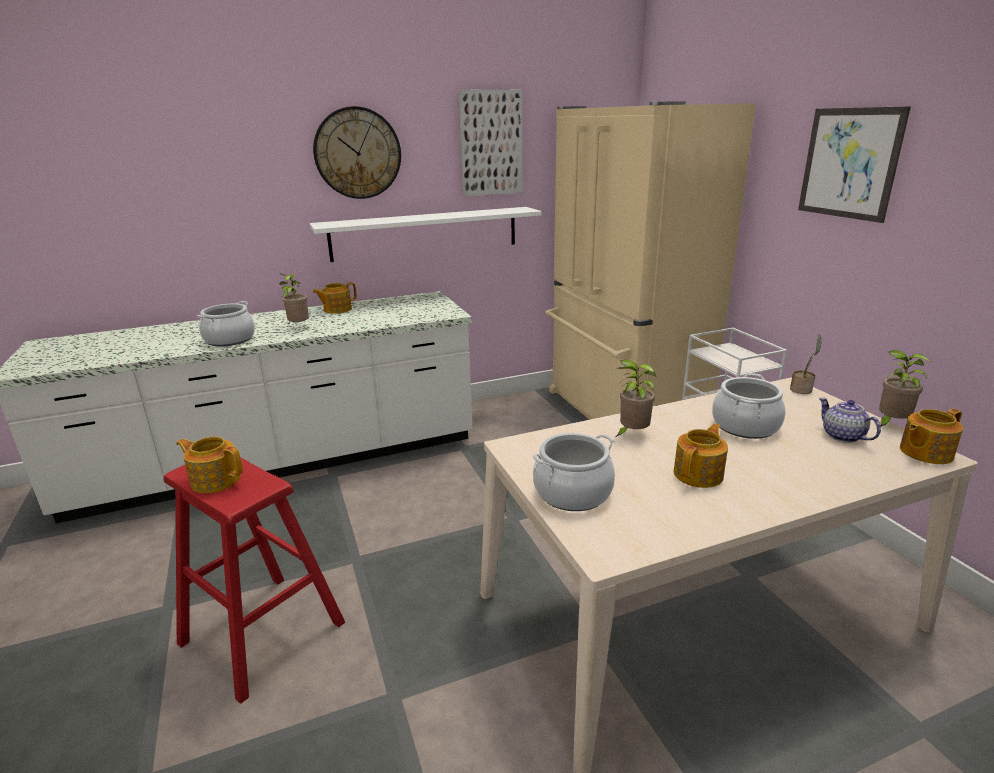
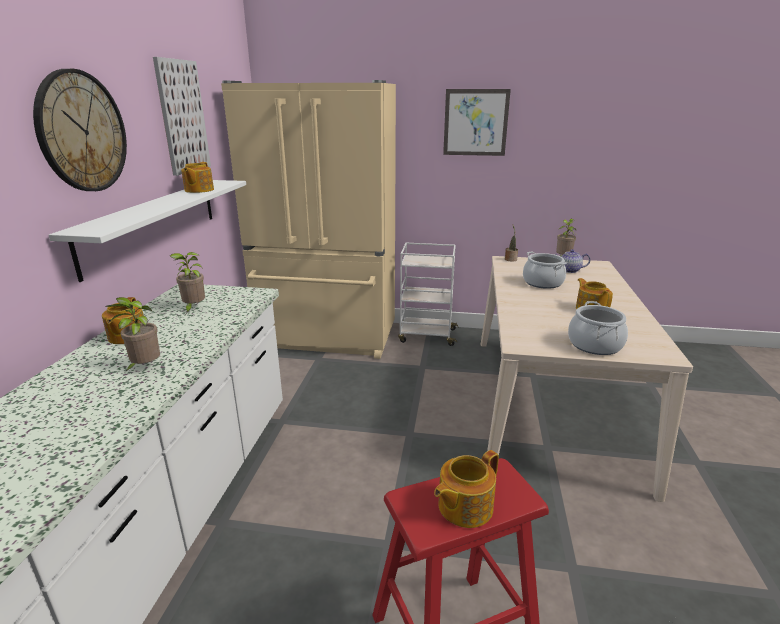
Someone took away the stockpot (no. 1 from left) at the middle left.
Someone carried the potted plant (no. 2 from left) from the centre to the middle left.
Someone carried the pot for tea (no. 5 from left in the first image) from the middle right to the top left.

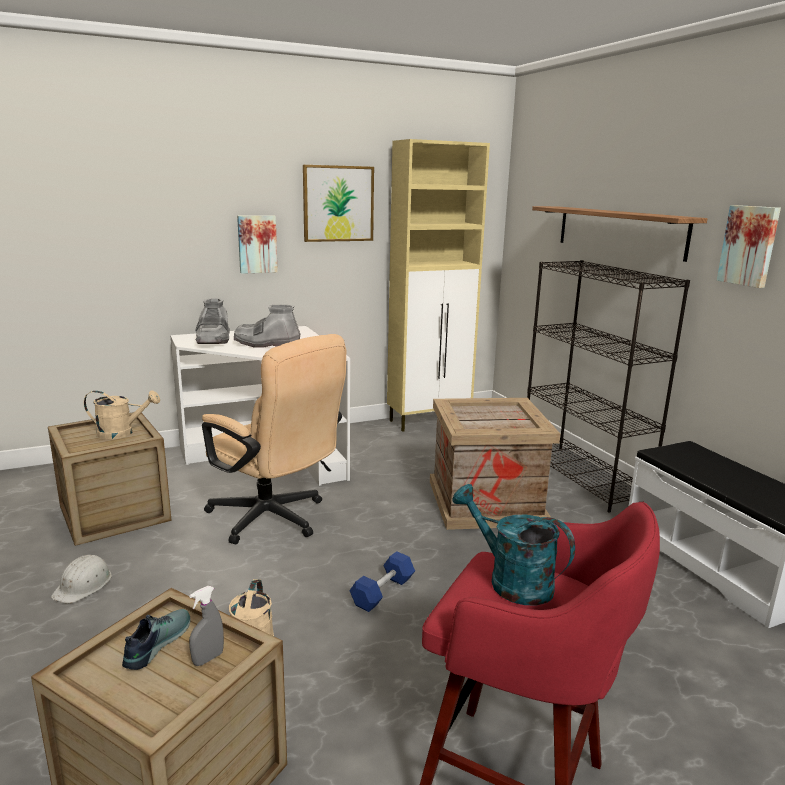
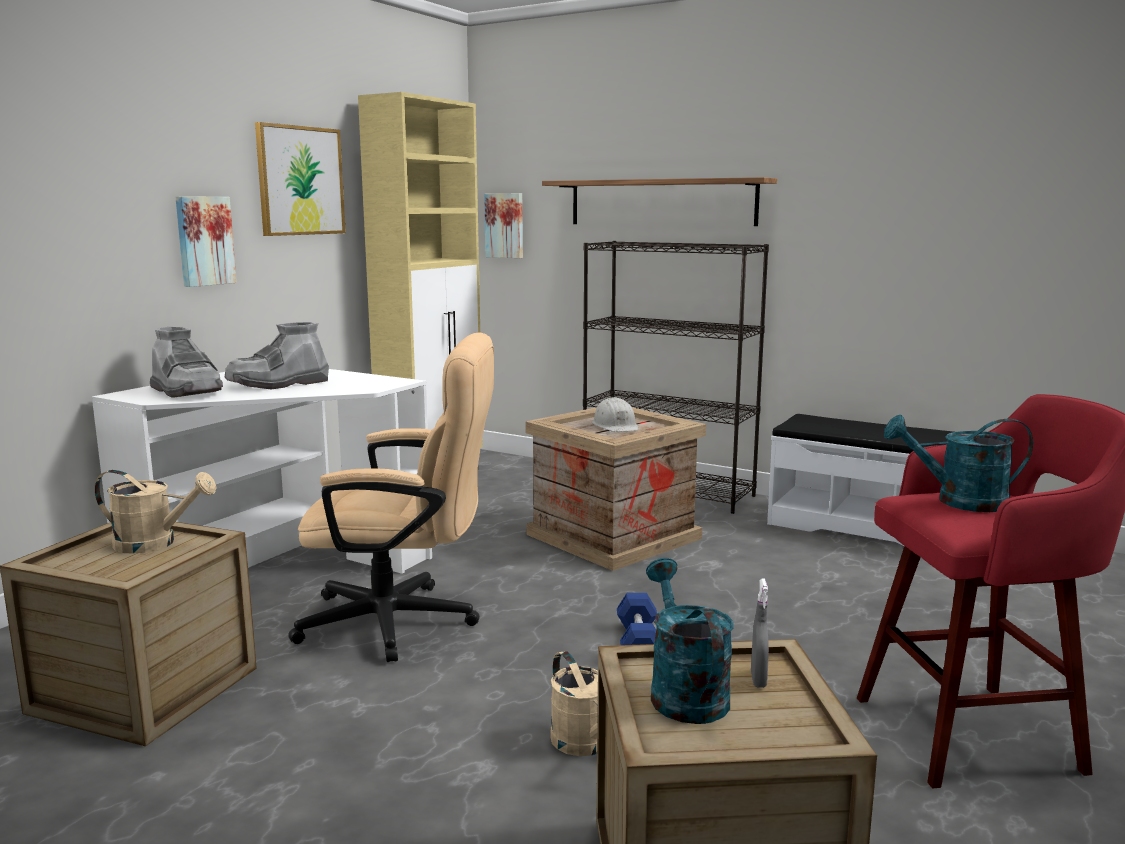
Someone carried the wall art (no. 3 from left) from the top right to the top centre.
Someone rotated the beige-coloured watering can (no. 1 from left) at the middle left by 45 degrees clockwise.
Someone carried the whitish safety helmet from the bottom left to the centre.
Someone swapped the shoe at the bottom left for the turquoise watering can (no. 1 from left) at the bottom centre.

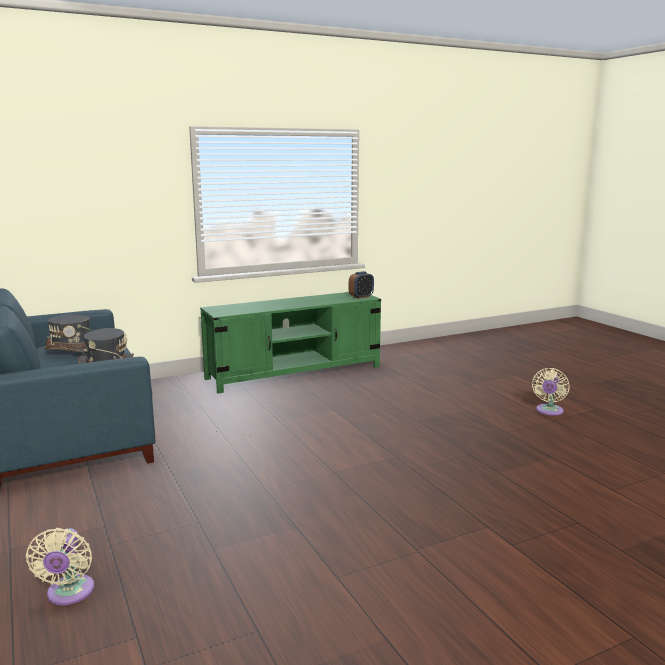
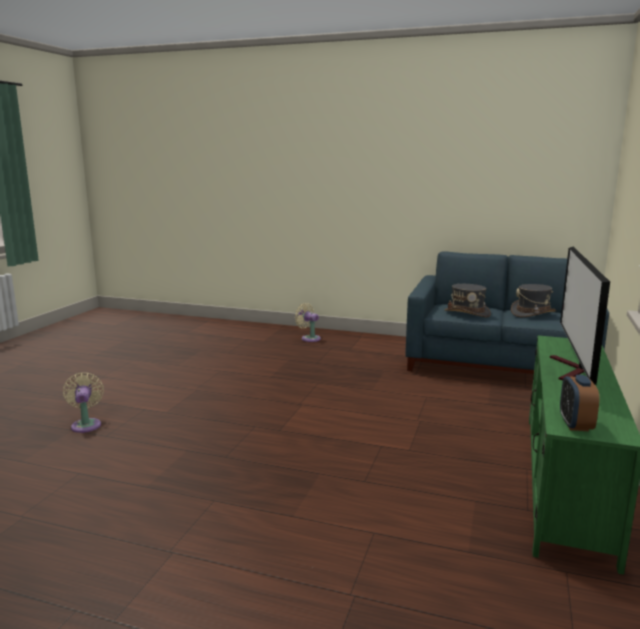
Someone carried the beige-coloured electric fan (no. 2 from left in the first image) from the middle right to the middle left.
Someone put down the television at the middle right.

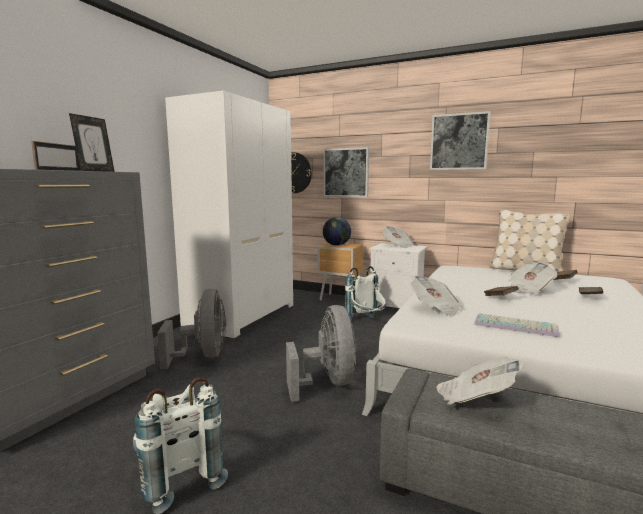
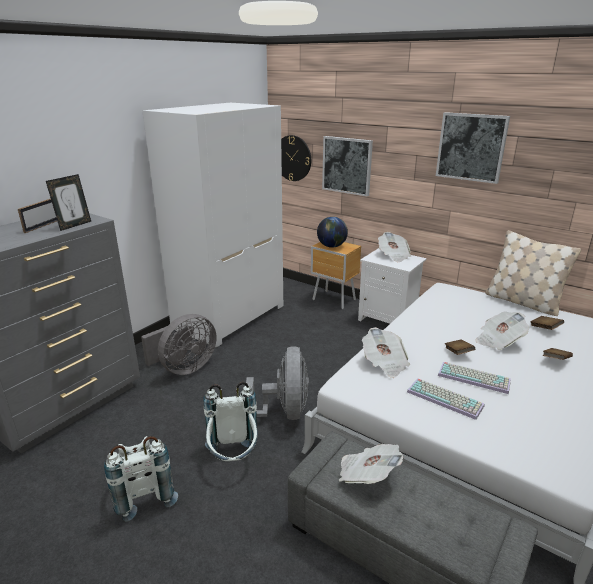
Someone carried the whitish backpack (no. 2 from left) from the centre to the bottom centre.
Someone rotated the greyish electric fan (no. 1 from left) at the middle left by 45 degrees clockwise.
Someone put down the computer keyboard (no. 2 from left) at the middle right.

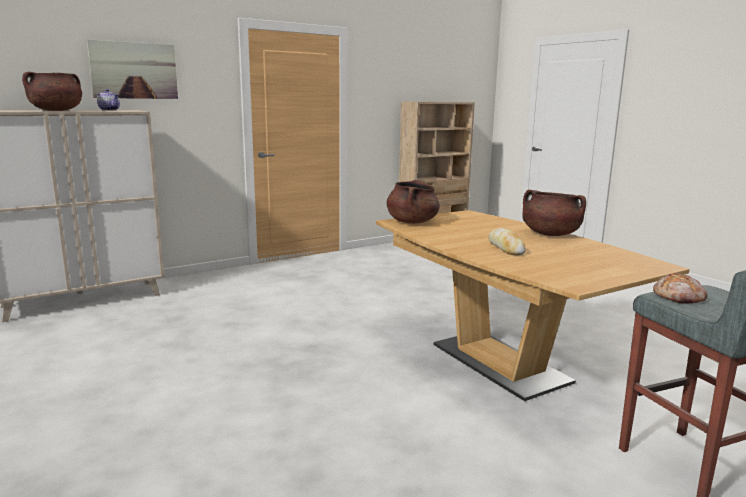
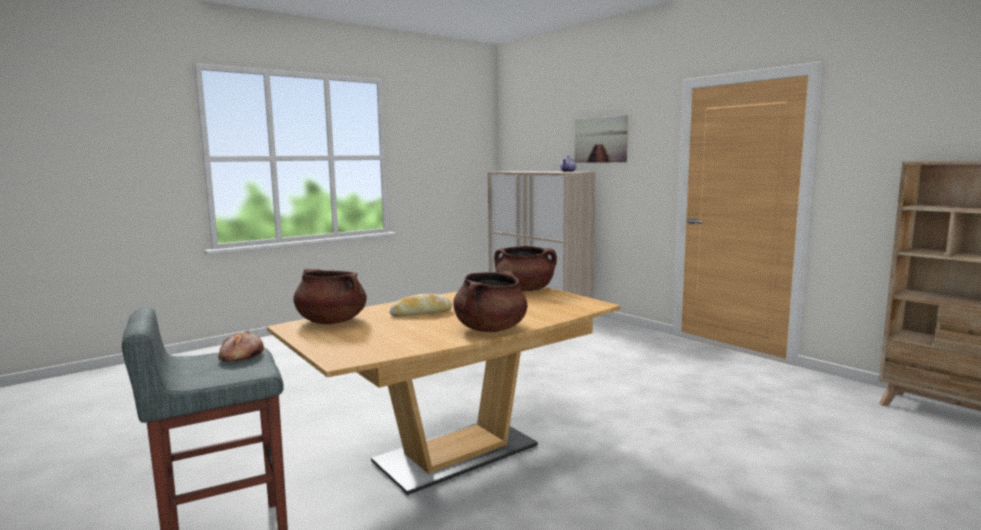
Someone carried the brown-coloured stockpot (no. 1 from left) from the top left to the centre.

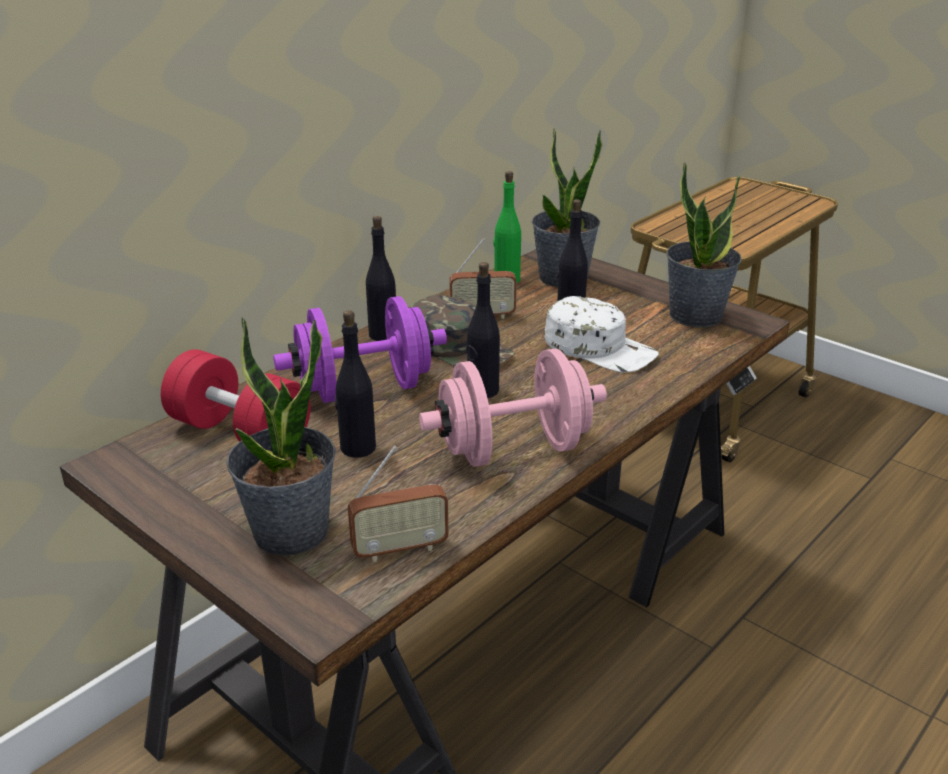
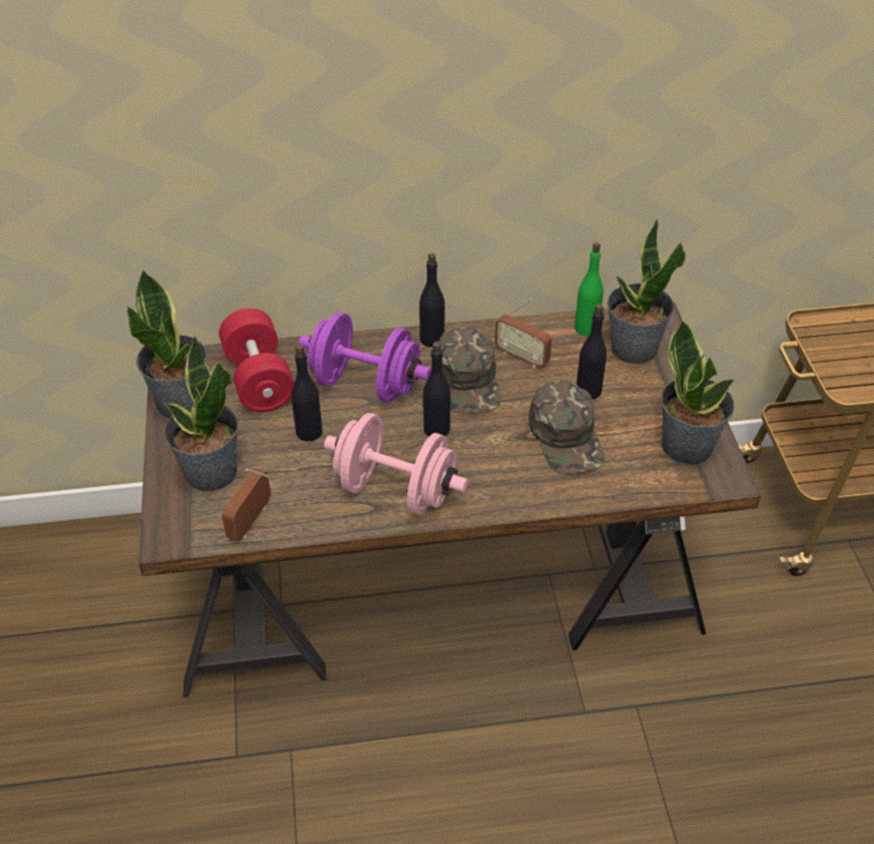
Someone repainted the whitish baseball cap at the centre, which became the green baseball cap (no. 2 from left) at the centre.
Someone rotated the radio set (no. 1 from left) at the centre by 90 degrees clockwise.
Someone put down the potted plant (no. 1 from left) at the middle left.

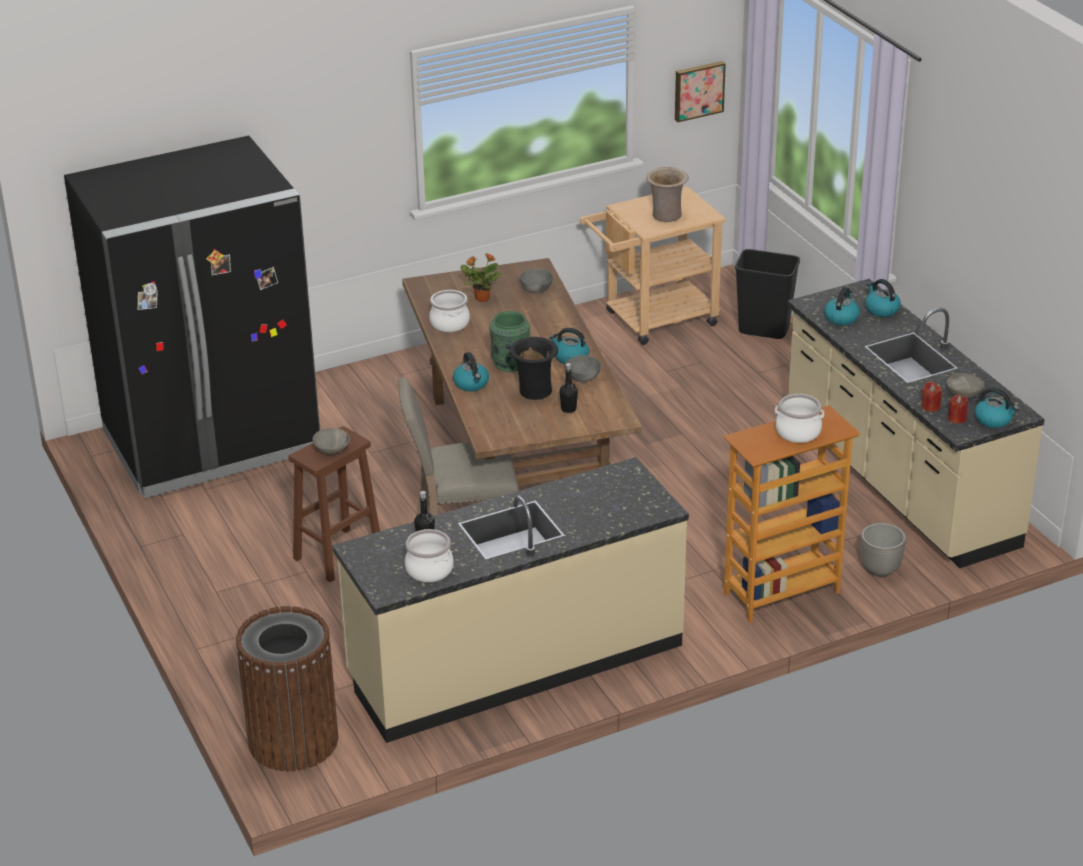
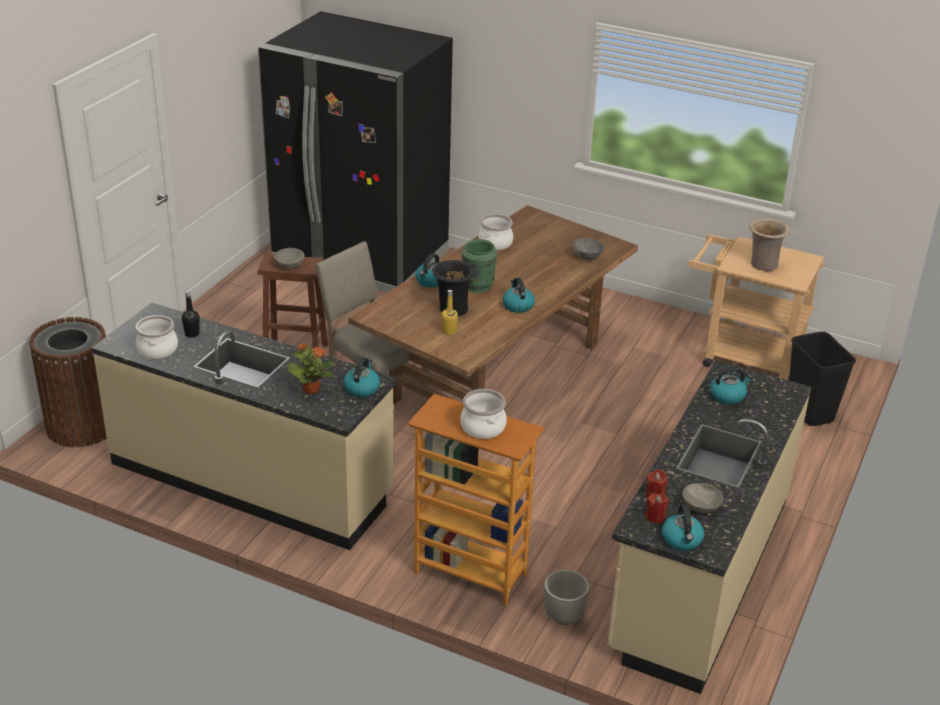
Someone took away the wall art at the top centre.
Someone carried the potted plant from the top centre to the middle left.
Someone carried the tea kettle (no. 4 from left in the first image) from the middle right to the centre.
Someone took away the greyish deep dish (no. 3 from left) at the centre.
Someone repainted the black-coloured bottle (no. 2 from left) at the centre, which became the yellow-coloured bottle at the centre.

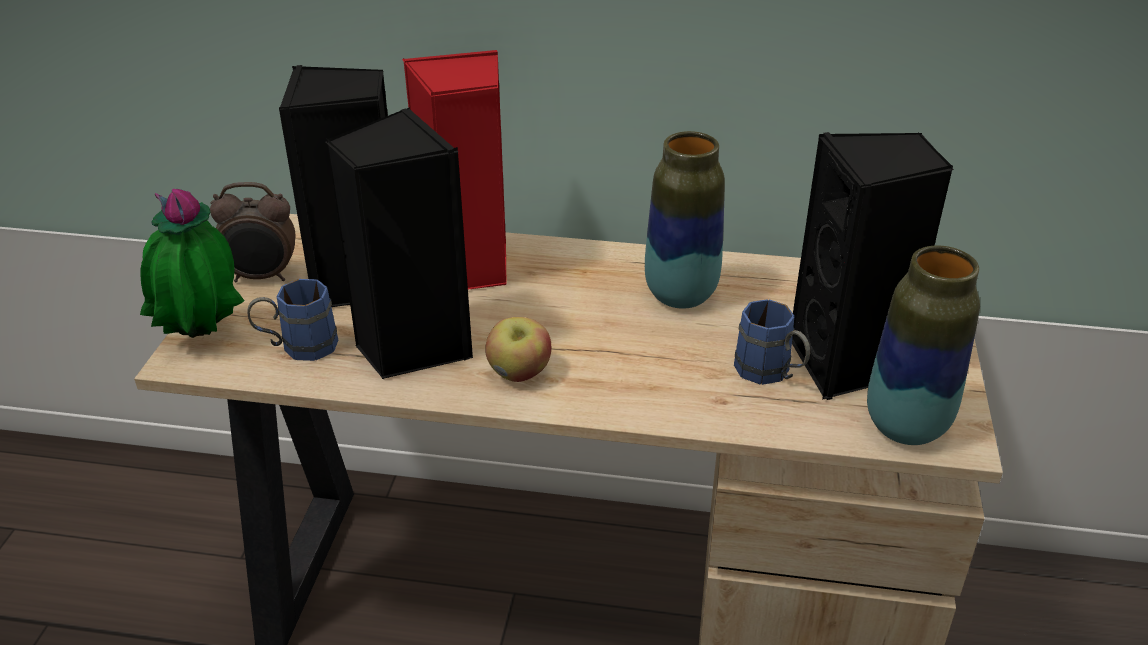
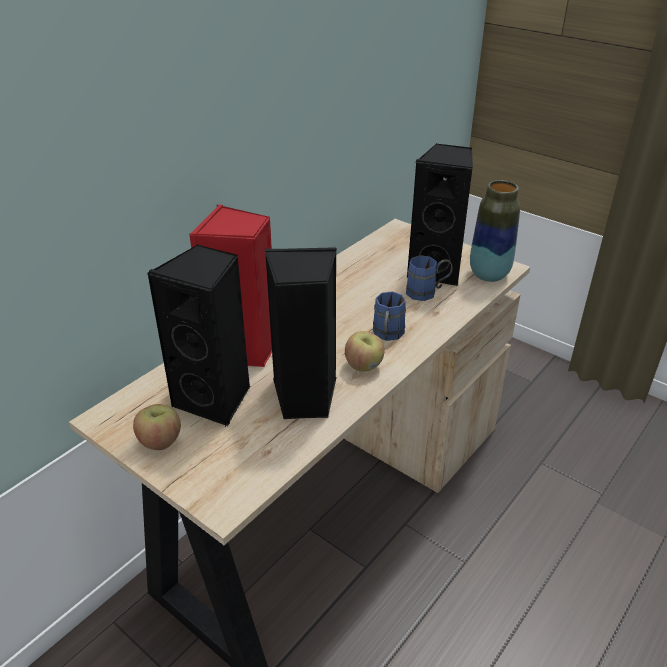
Someone took away the decorative vase (no. 1 from left) at the centre.
Someone swapped the alarm clock at the middle left for the whole apple (no. 1 from left) at the middle left.
Someone took away the potted plant at the middle left.
Someone carried the bluish mug (no. 1 from left) from the middle left to the centre.

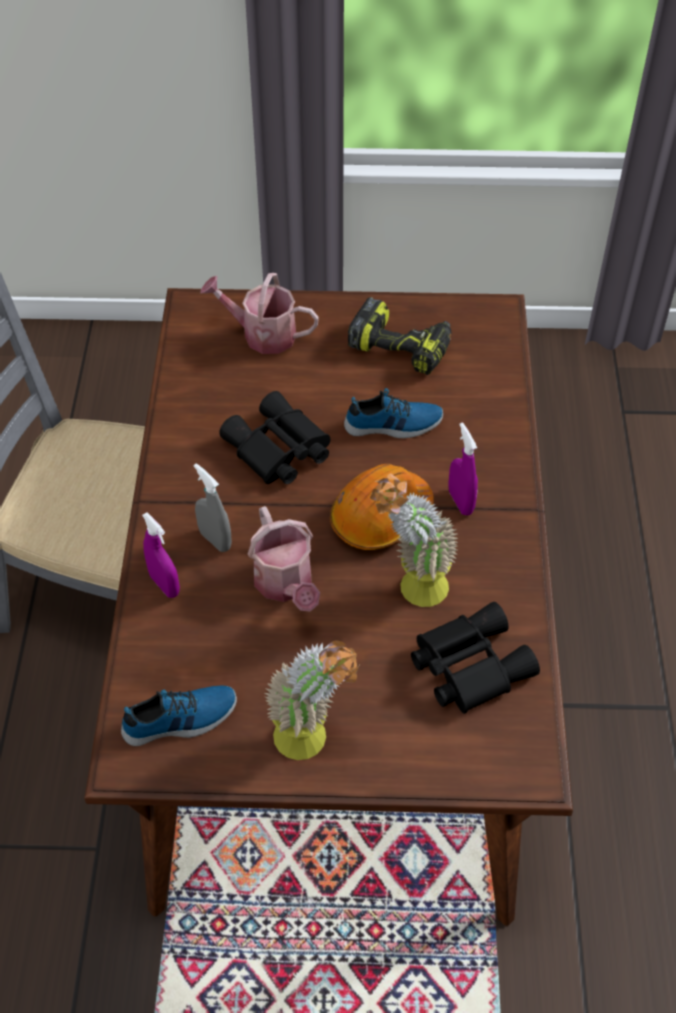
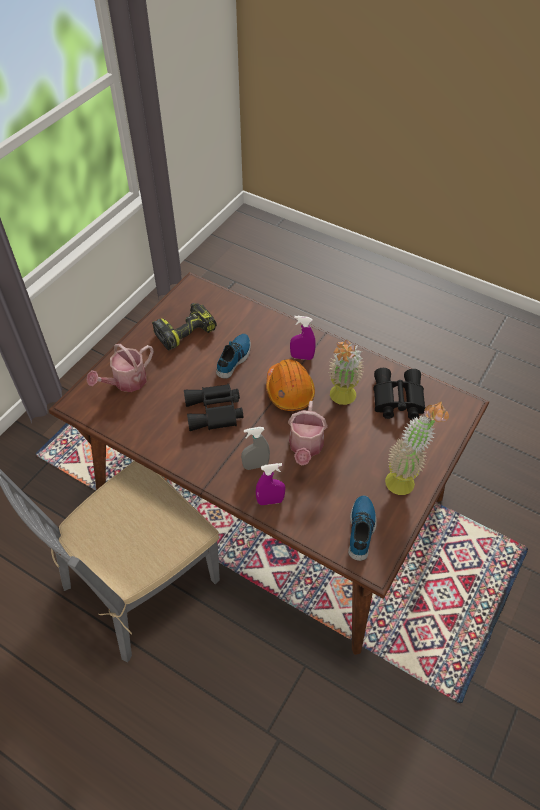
Someone rotated the watering can (no. 2 from left) at the centre by 90 degrees clockwise.

